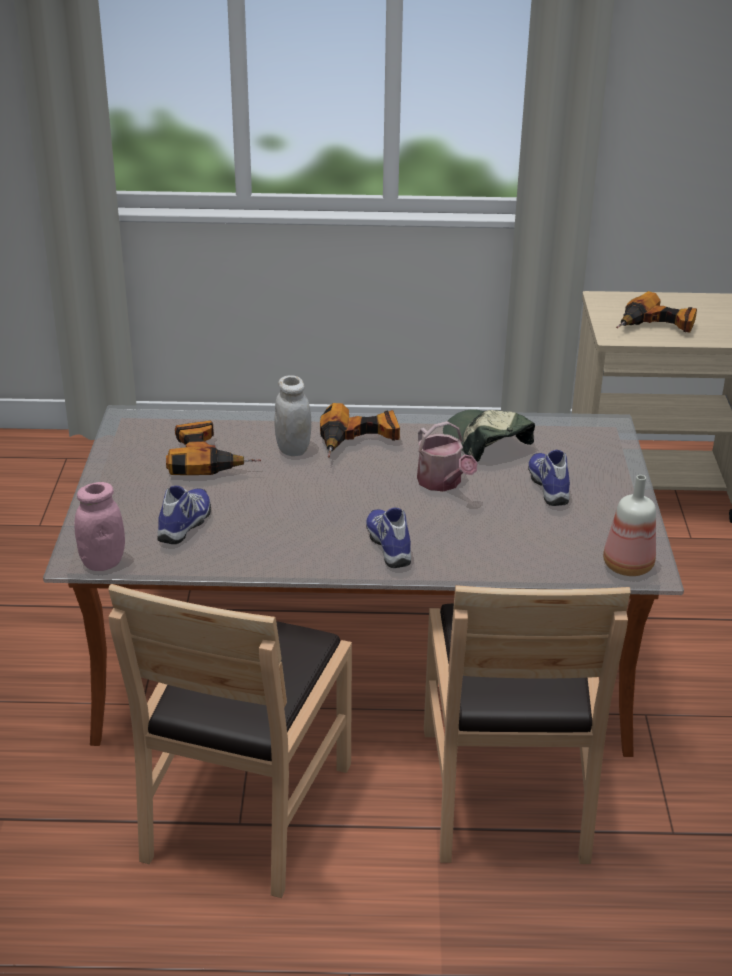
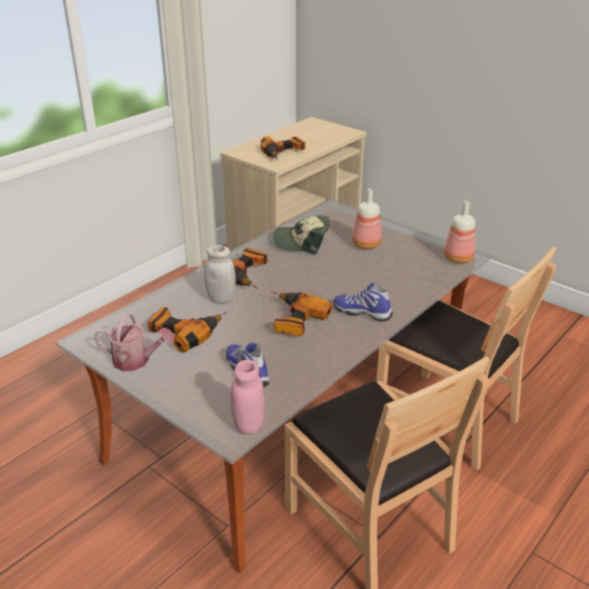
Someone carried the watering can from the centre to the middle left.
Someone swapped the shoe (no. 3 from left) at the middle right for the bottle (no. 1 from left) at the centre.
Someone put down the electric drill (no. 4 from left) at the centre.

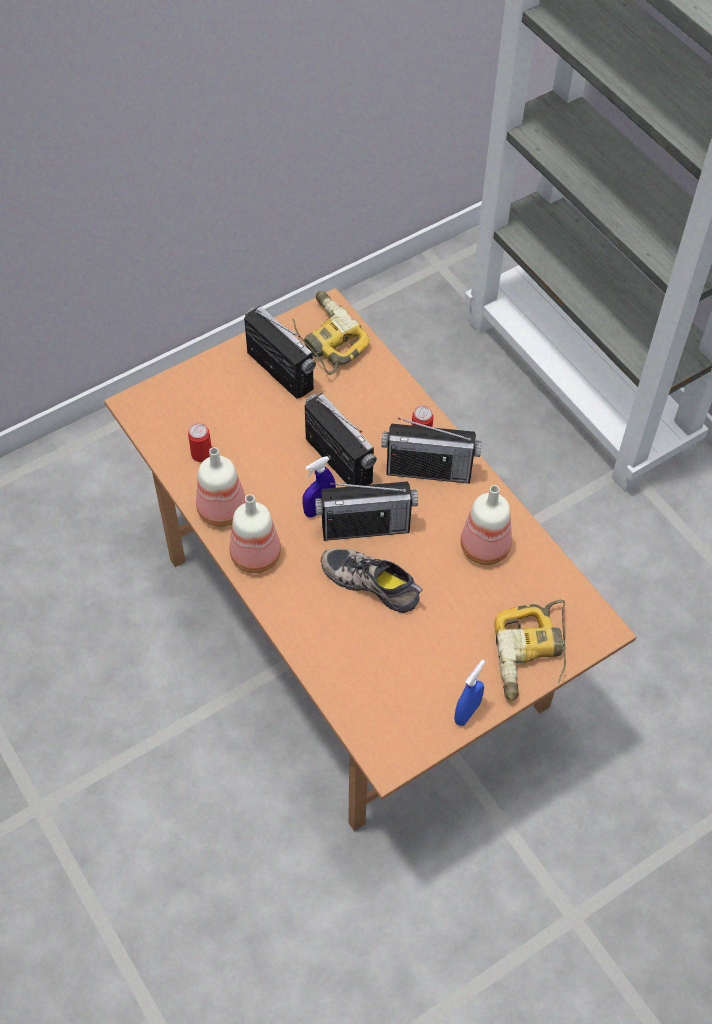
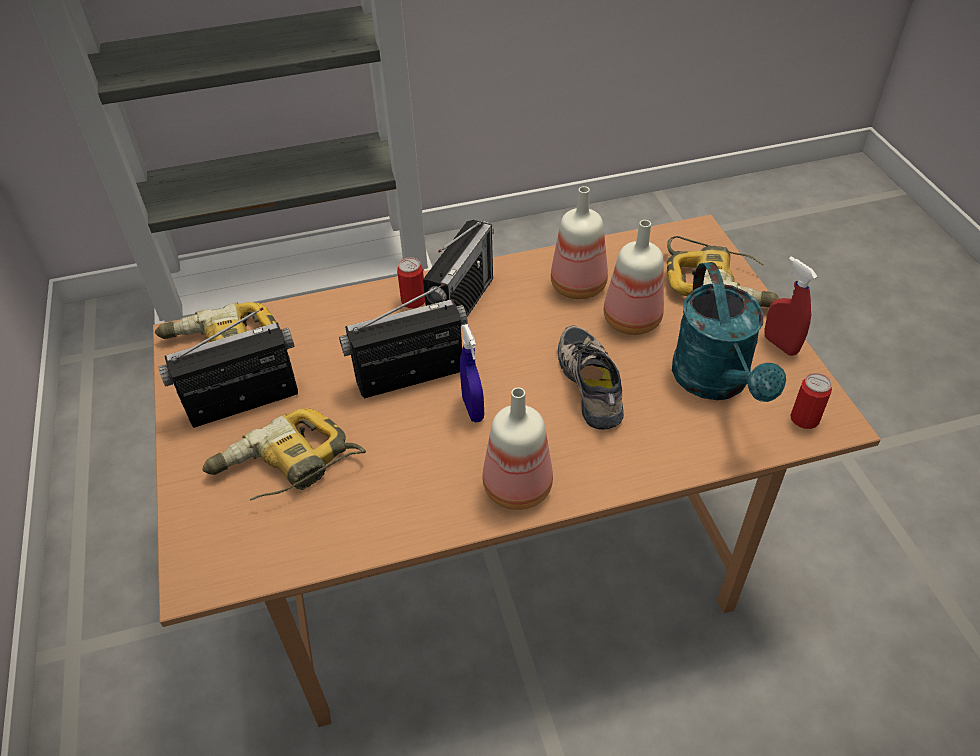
Someone carried the can (no. 1 from left in the first image) from the middle left to the middle right.
Someone carried the bottle (no. 1 from left in the first image) from the middle left to the centre.
Someone took away the radio set (no. 3 from left) at the centre.
Someone rotated the shoe at the centre by 120 degrees clockwise.
Someone repainted the bluish hand sprayer (no. 2 from left) at the bottom centre, which became the red-coloured hand sprayer at the middle right.
Someone put down the turquoise watering can at the middle right.
Someone put down the electric drill (no. 2 from left) at the middle left.

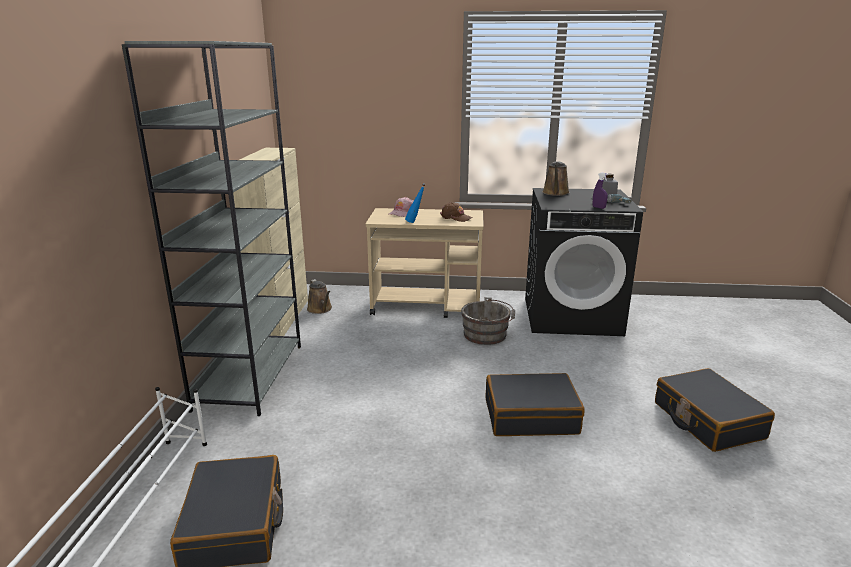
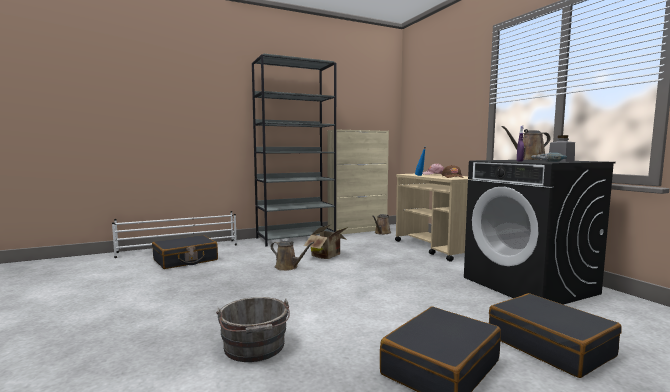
Someone carried the greyish pail from the centre to the bottom centre.
Someone carried the black-coloured travel case (no. 2 from left in the first image) from the bottom centre to the bottom right.
Someone put down the packing box at the centre.
Someone put down the brown-coloured watering can (no. 1 from left) at the centre.

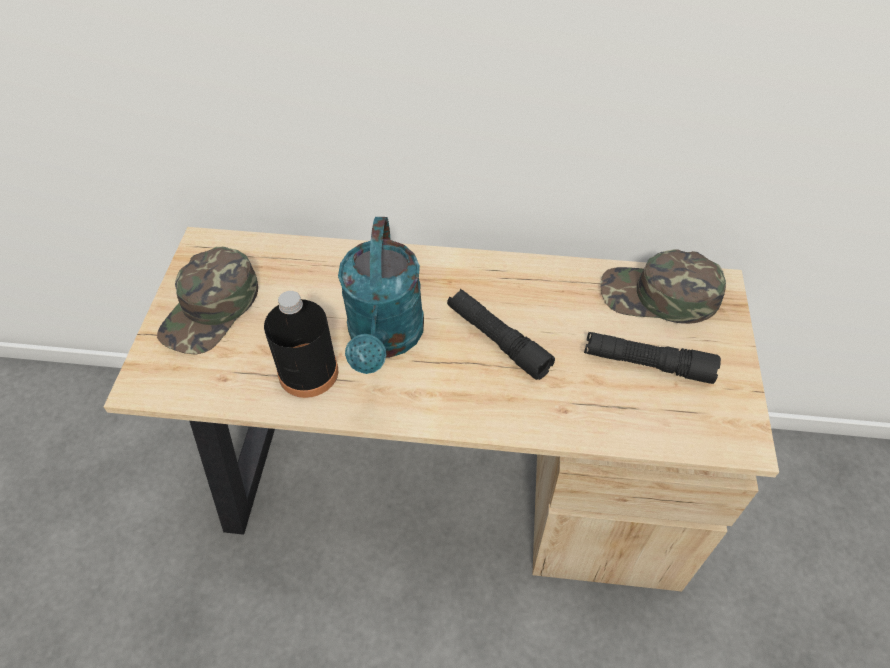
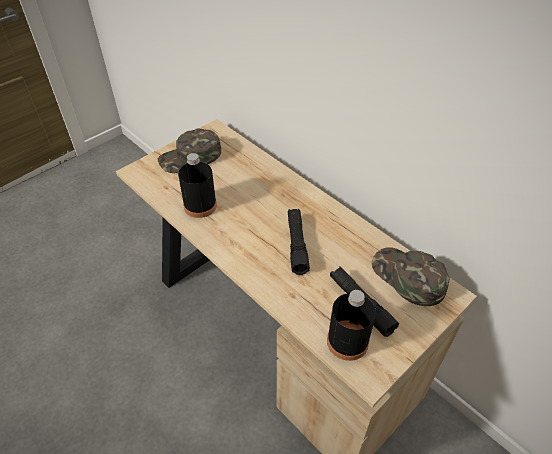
Someone took away the turquoise watering can at the centre.
Someone put down the black-coloured bottle (no. 2 from left) at the bottom centre.

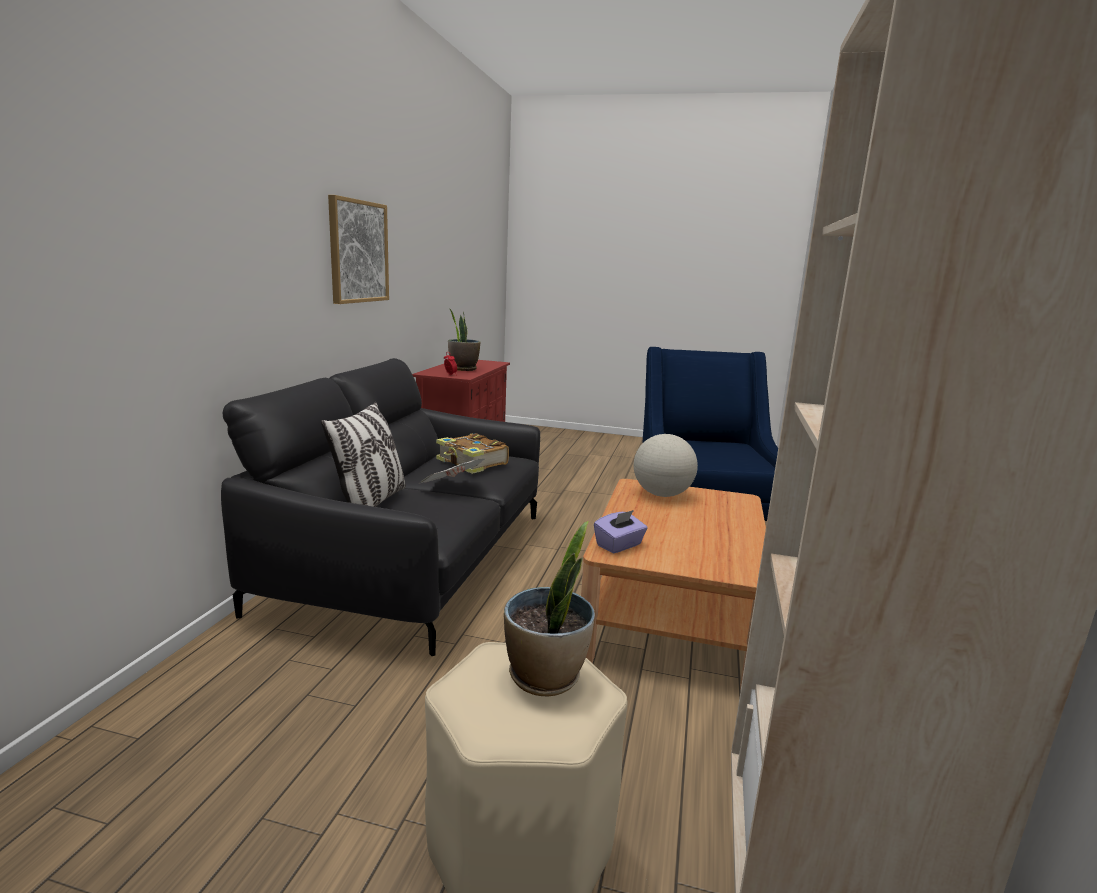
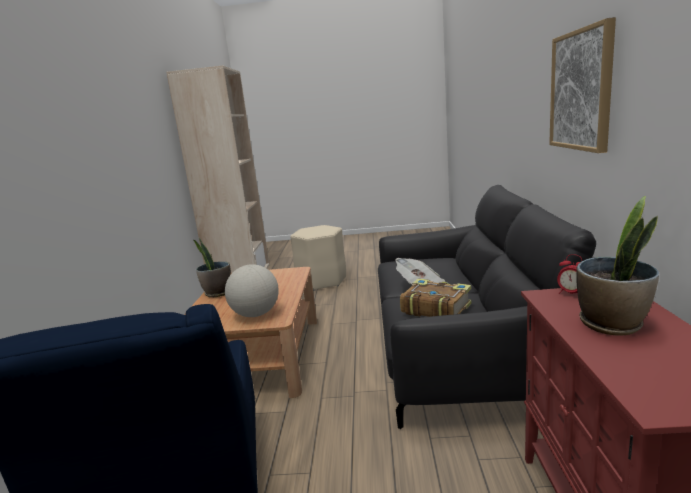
Someone took away the cushion at the middle left.
Someone took away the purple box of tissues at the centre.
Someone carried the potted plant (no. 2 from left in the first image) from the bottom centre to the middle left.

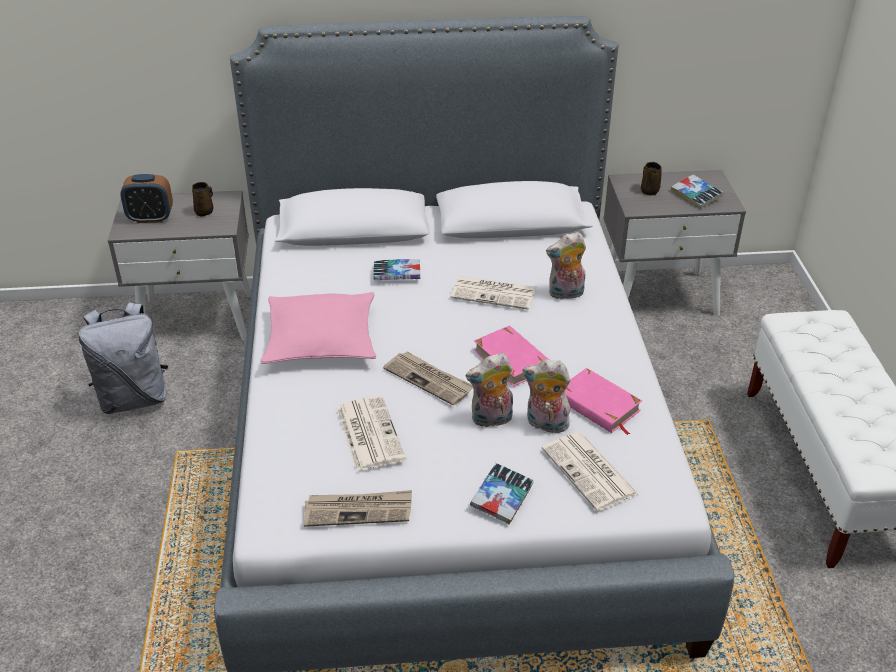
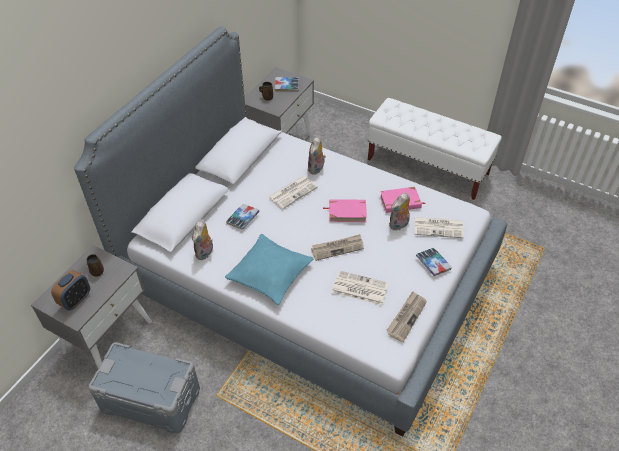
Someone repainted the pinkish cushion at the centre, which became the turquoise cushion at the centre.
Someone swapped the greyish backpack at the middle left for the greyish storage container at the bottom left.
Someone carried the cuddly toy (no. 1 from left) from the centre to the middle left.

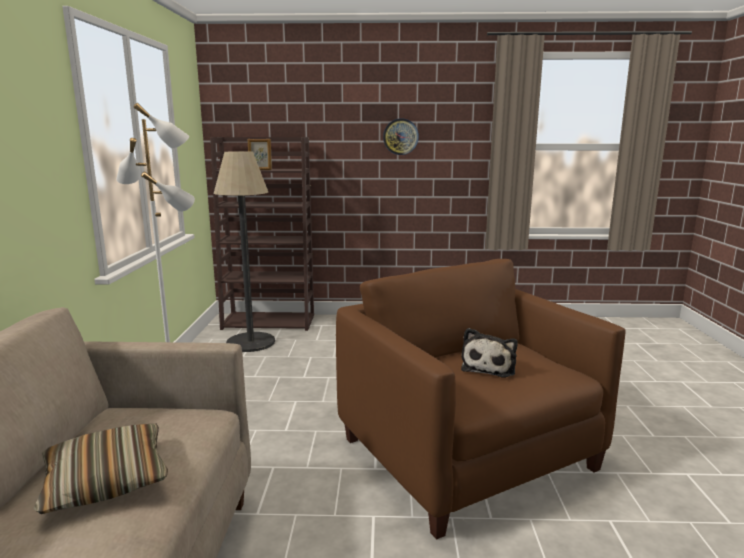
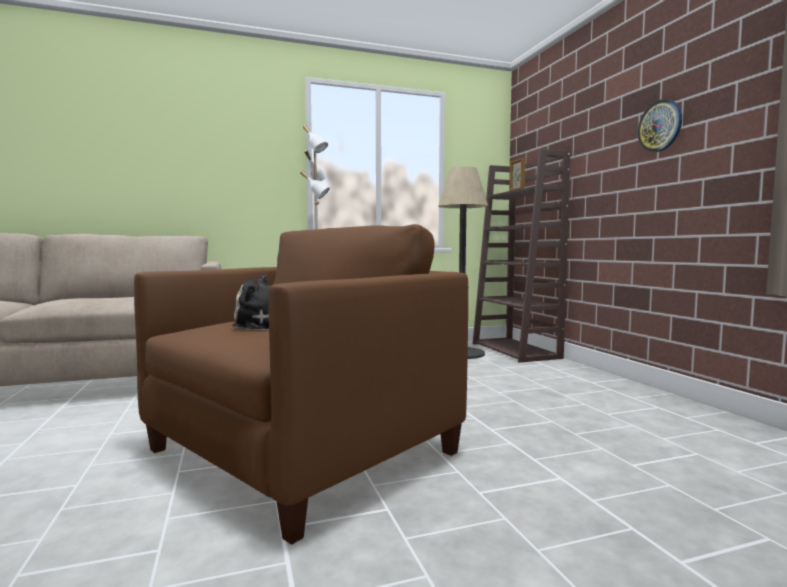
Someone took away the cushion at the bottom left.

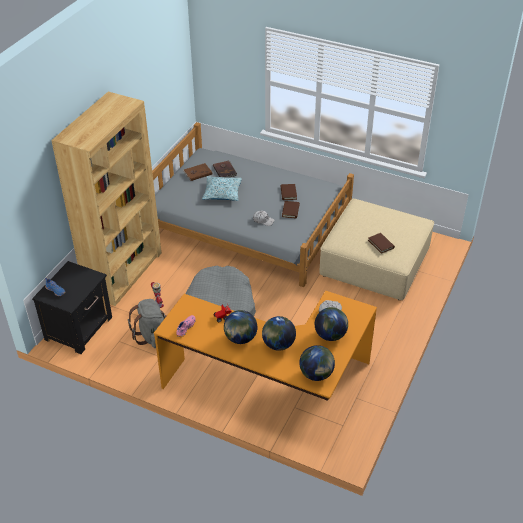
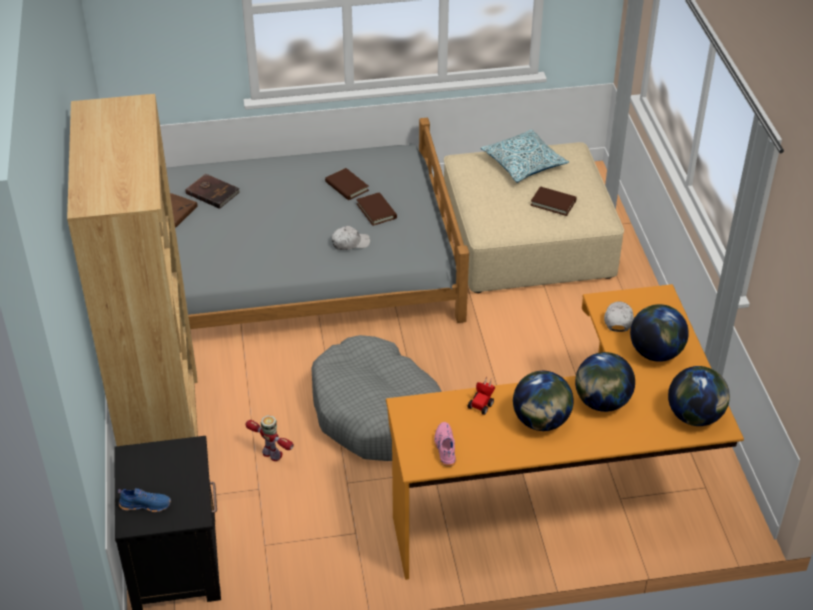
Someone carried the cushion from the centre to the top centre.
Someone took away the greyish backpack at the middle left.

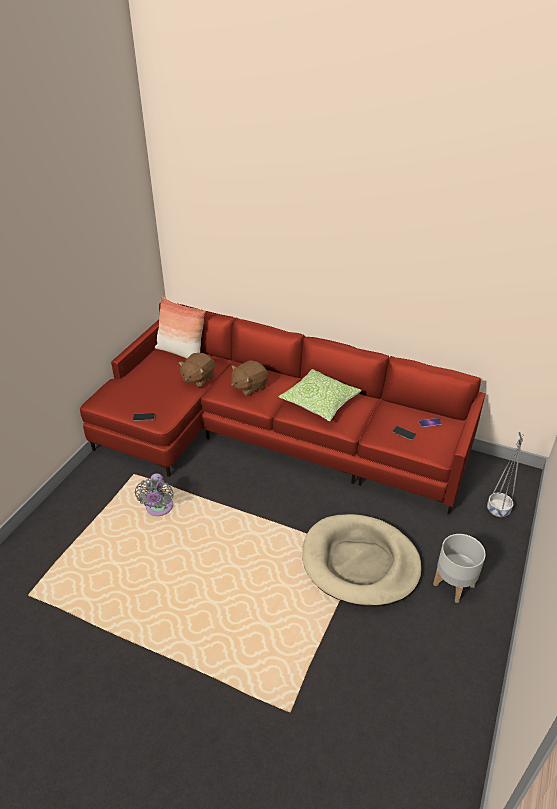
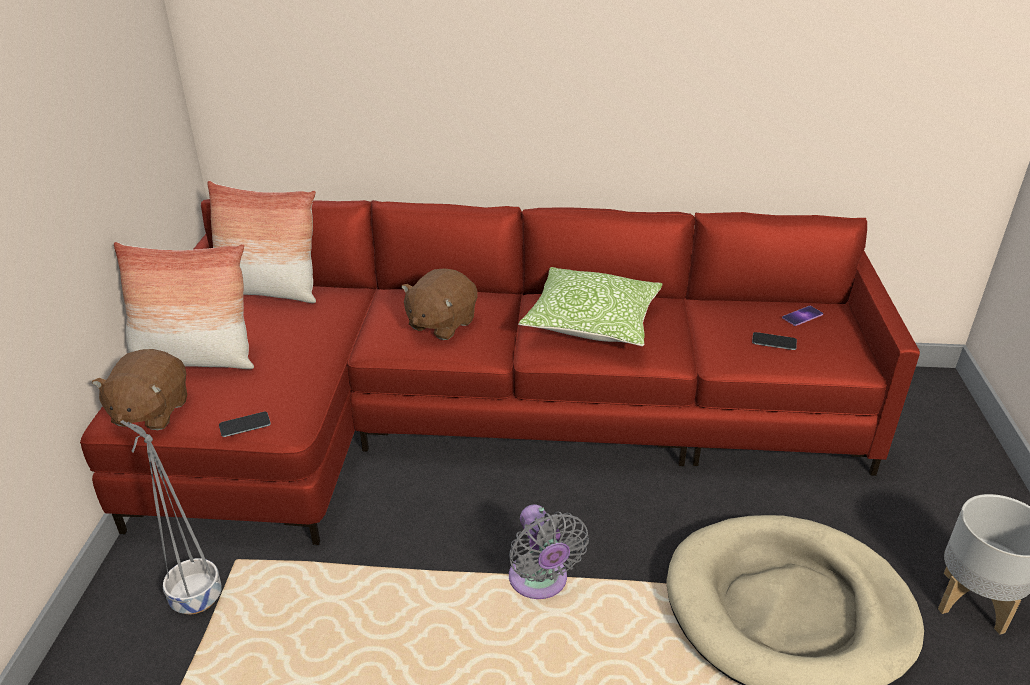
Someone carried the brown-coloured cuddly toy (no. 1 from left) from the centre to the middle left.
Someone carried the greyish planter (no. 2 from left in the first image) from the middle right to the bottom left.
Someone carried the greyish electric fan from the middle left to the bottom centre.
Someone put down the cushion (no. 1 from left) at the middle left.

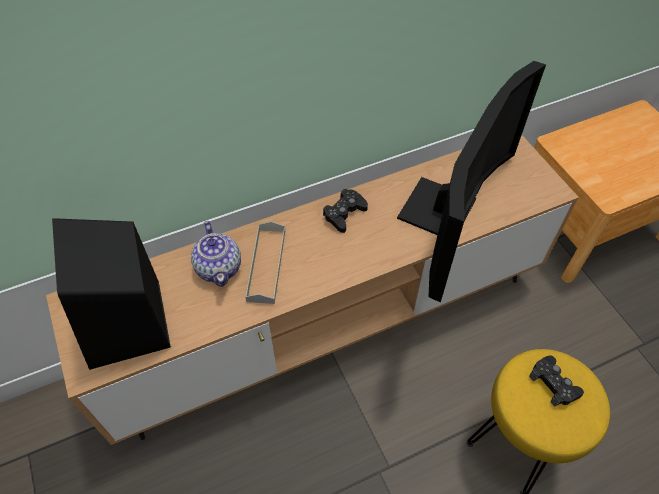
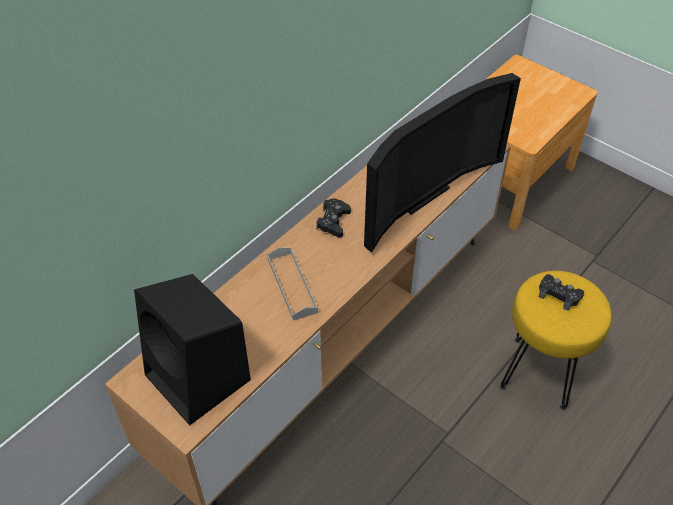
Someone rotated the television at the middle right by 45 degrees clockwise.
Someone took away the pot for tea at the middle left.

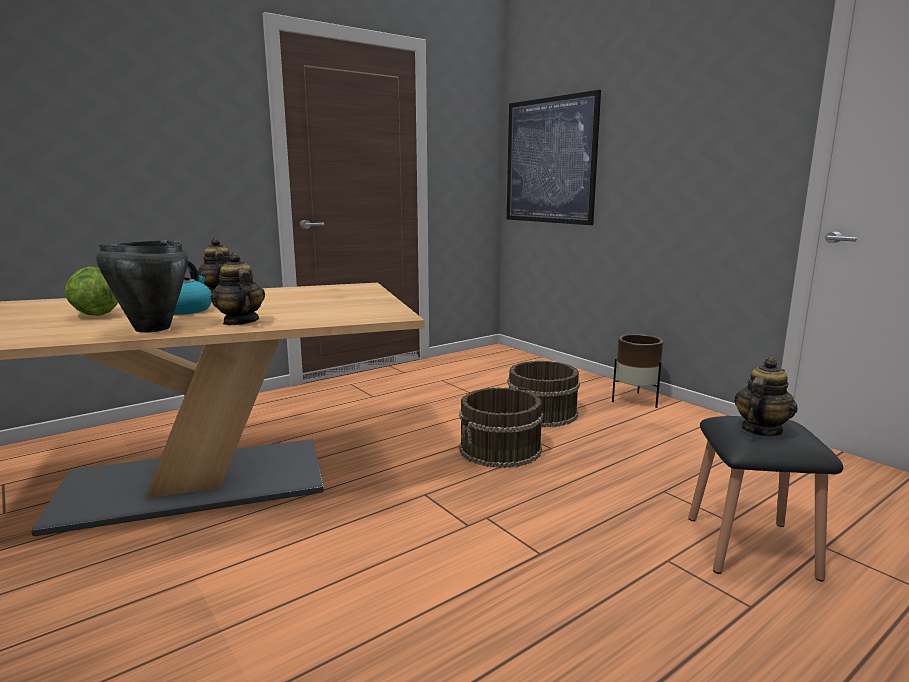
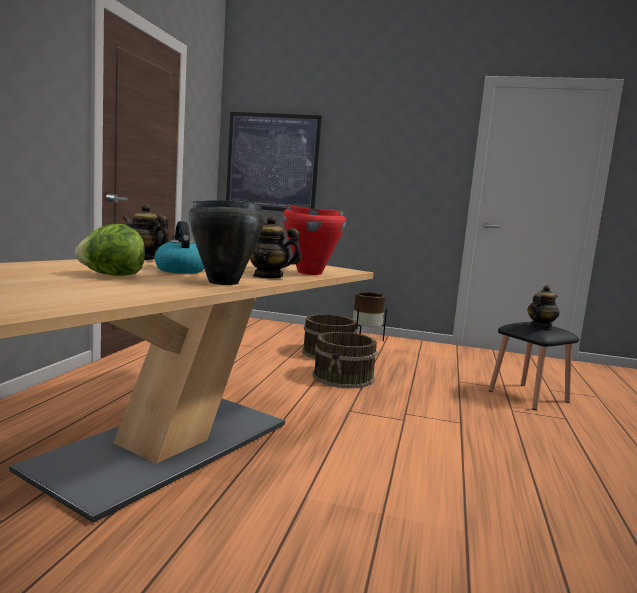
Someone rotated the pot for tea (no. 3 from left) at the middle right by 45 degrees clockwise.
Someone put down the red-coloured stockpot at the centre.

